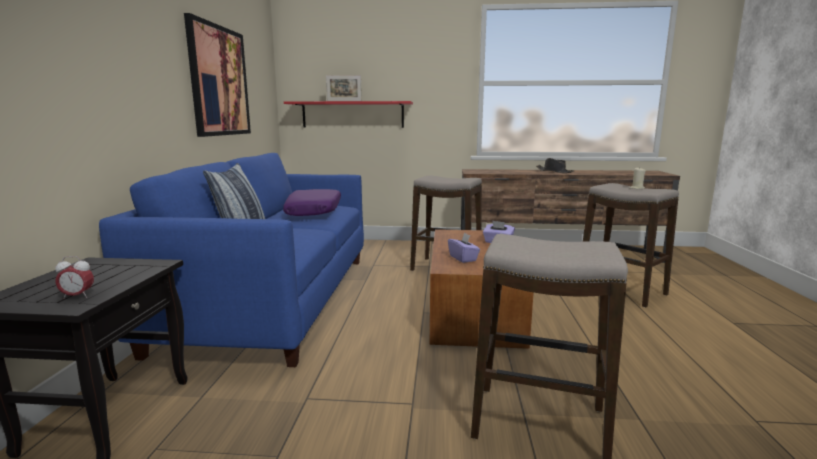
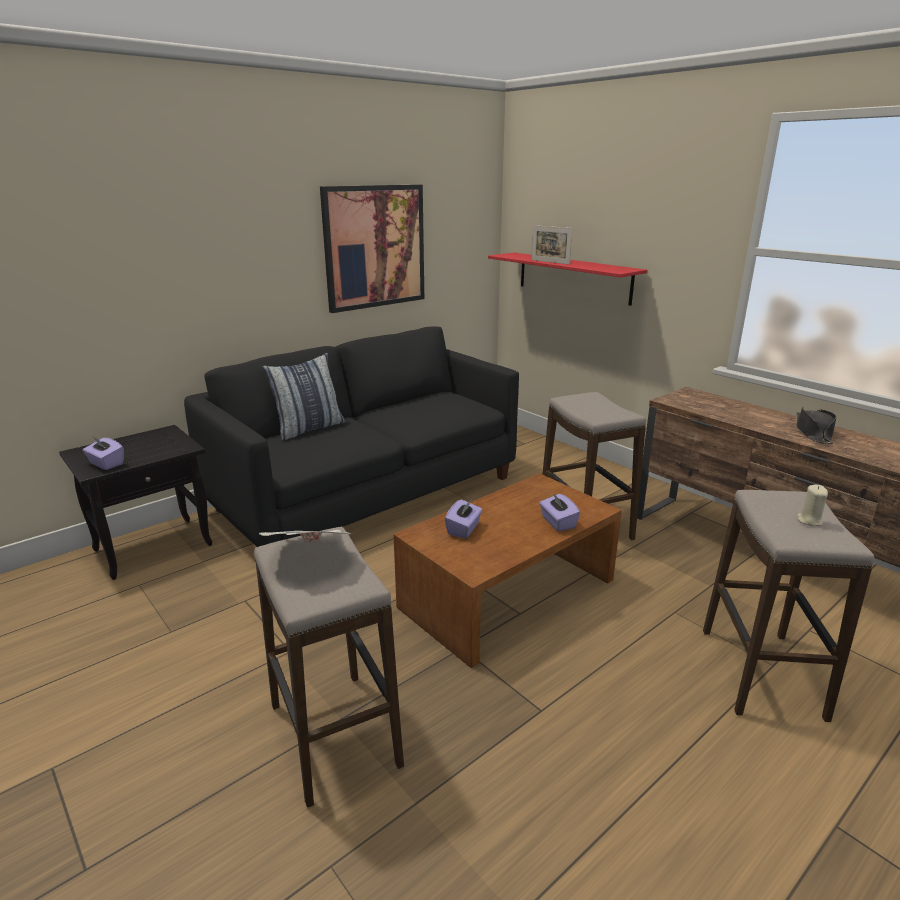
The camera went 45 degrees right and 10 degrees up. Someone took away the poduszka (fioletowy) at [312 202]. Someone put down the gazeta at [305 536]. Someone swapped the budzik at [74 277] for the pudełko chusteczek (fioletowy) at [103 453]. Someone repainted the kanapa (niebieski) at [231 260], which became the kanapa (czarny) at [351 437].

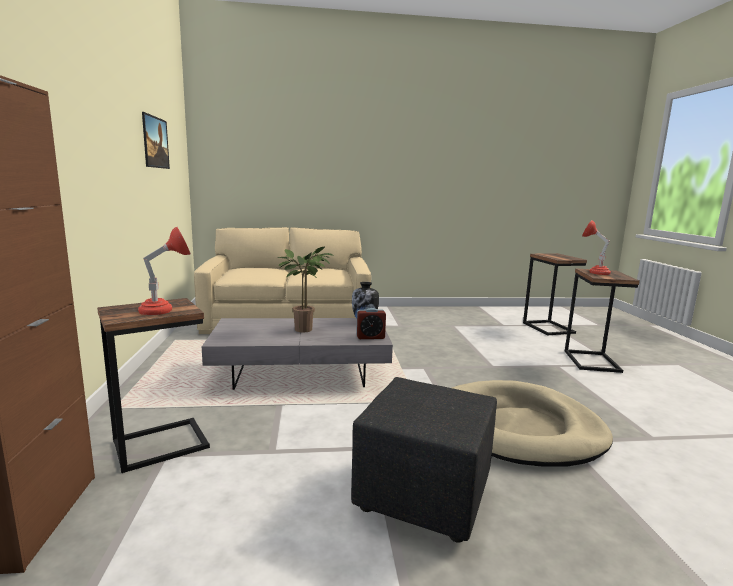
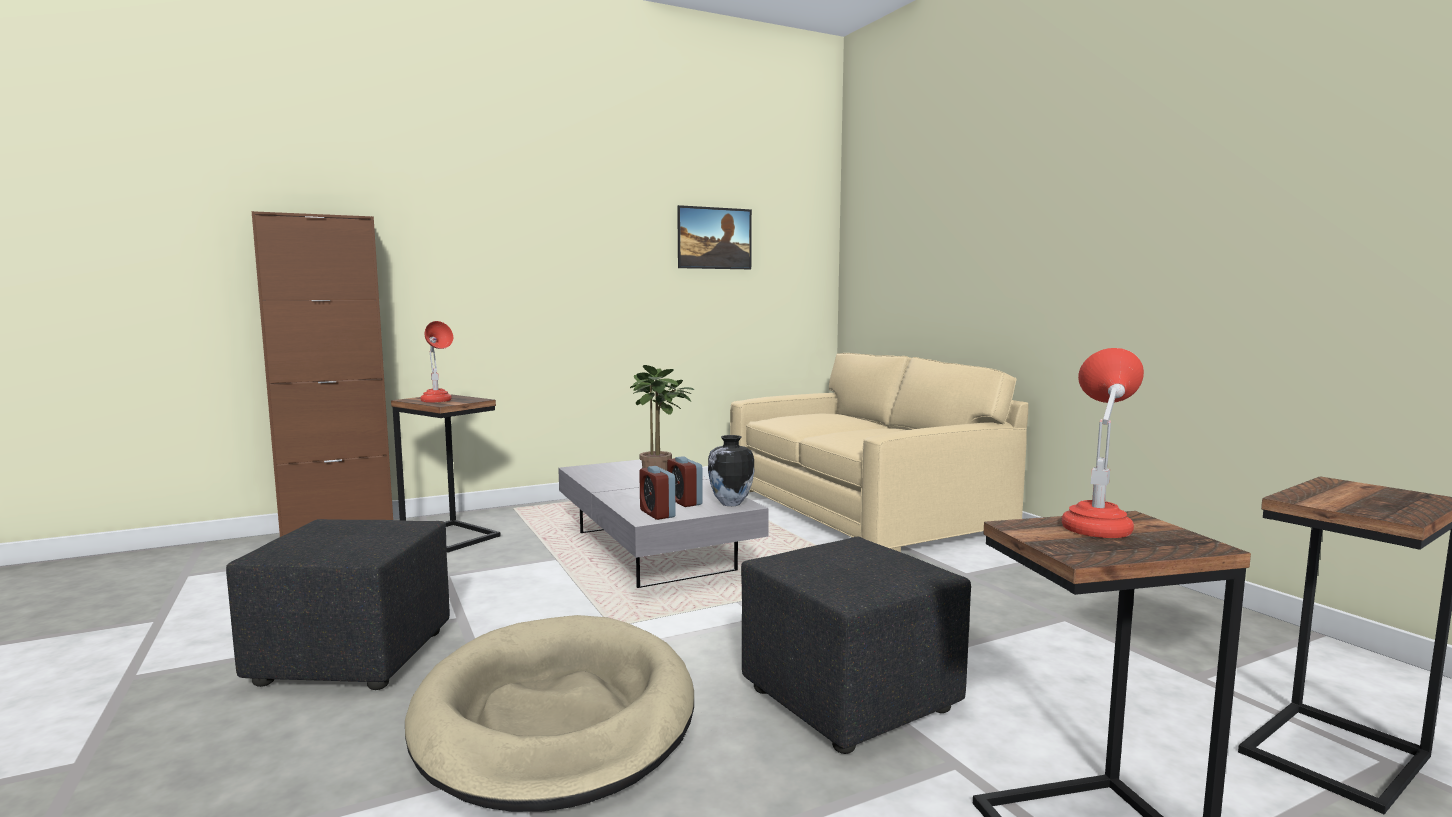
The camera went 70 degrees right and 5 degrees down. Someone put down the budzik at [685 481]. Someone put down the pufa (czarny) at [856 645].

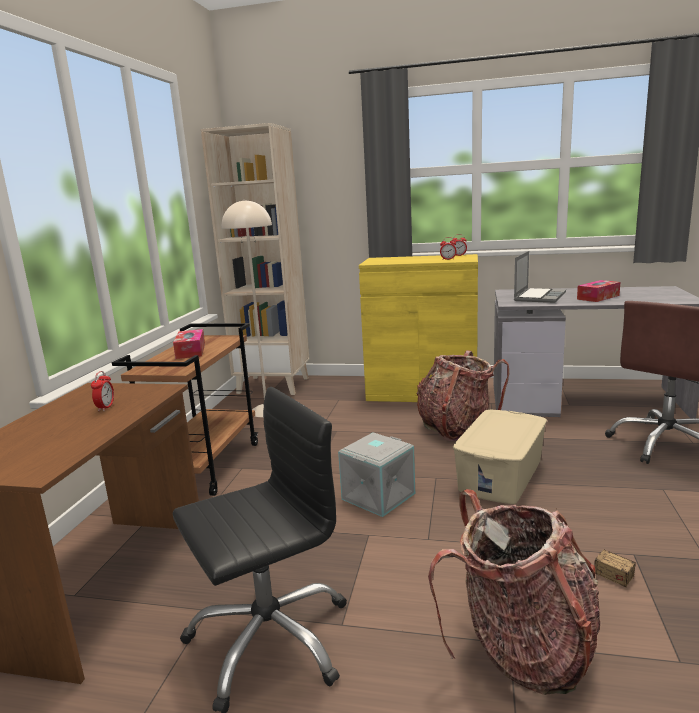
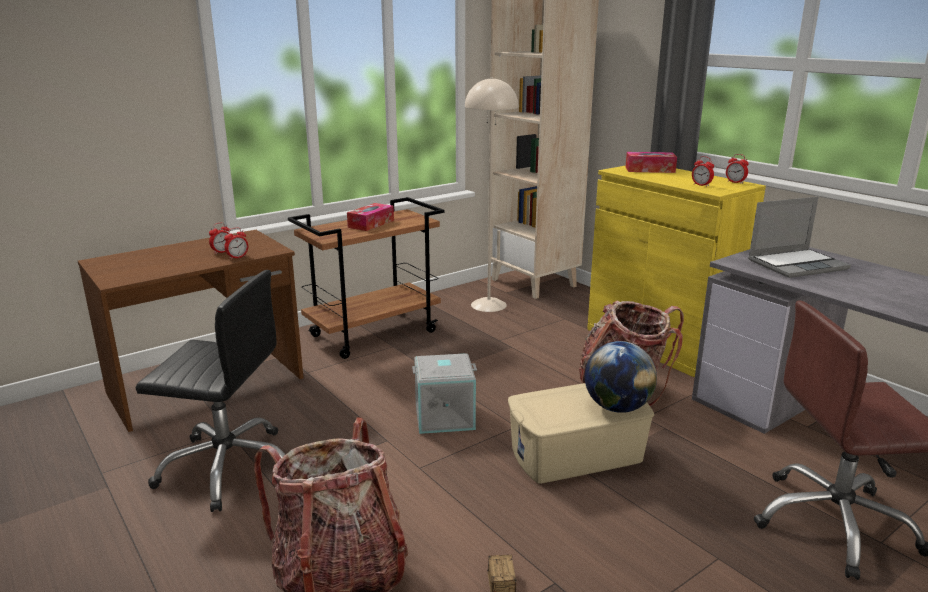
The camera went 40 degrees right and 5 degrees up. Someone put down the budzik at [236 244]. Someone put down the globus at [621 377]. Someone carried the pudełko chusteczek from [598 291] to [651 162].

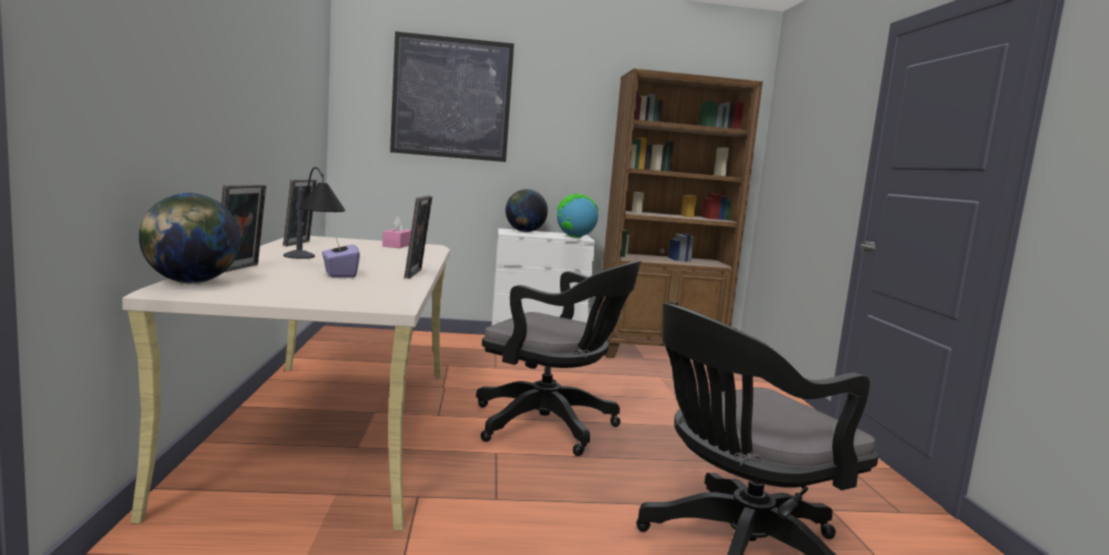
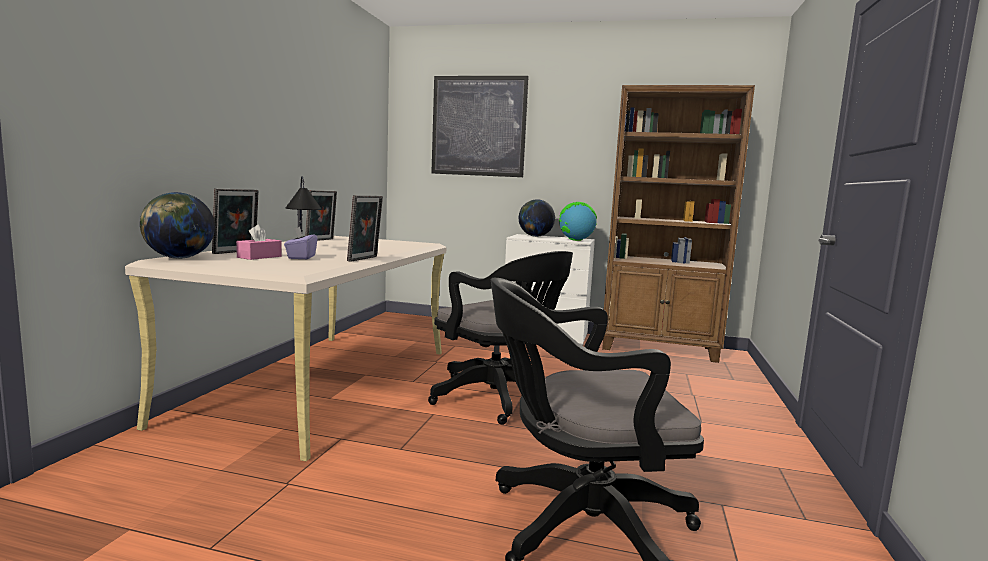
The camera went 20 degrees right and 0 degrees up. Someone carried the pudełko chusteczek (różowy) from [396 232] to [259 242].

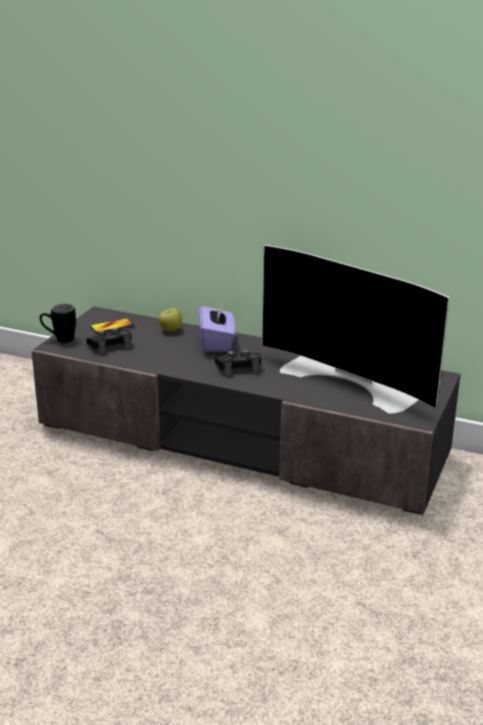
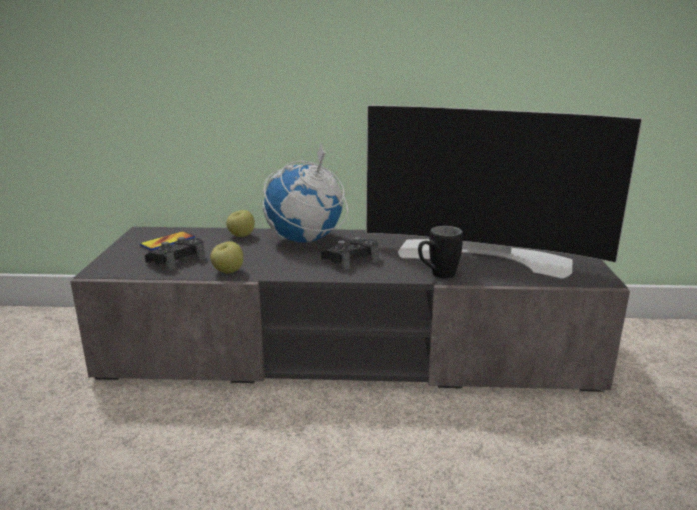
The camera went 20 degrees left and 5 degrees down. Someone put down the jabłko at [226 257]. Someone carried the kubek (czarny) from [58 323] to [440 252]. Someone swapped the pudełko chusteczek (fioletowy) at [217 326] for the globus at [305 192].

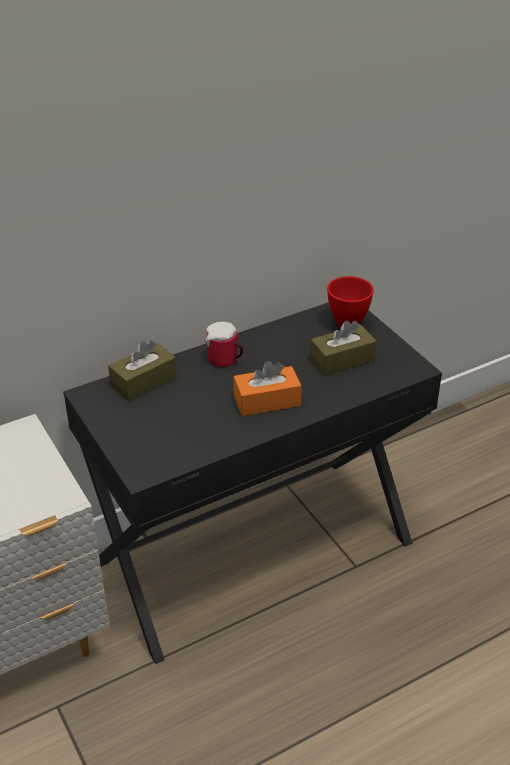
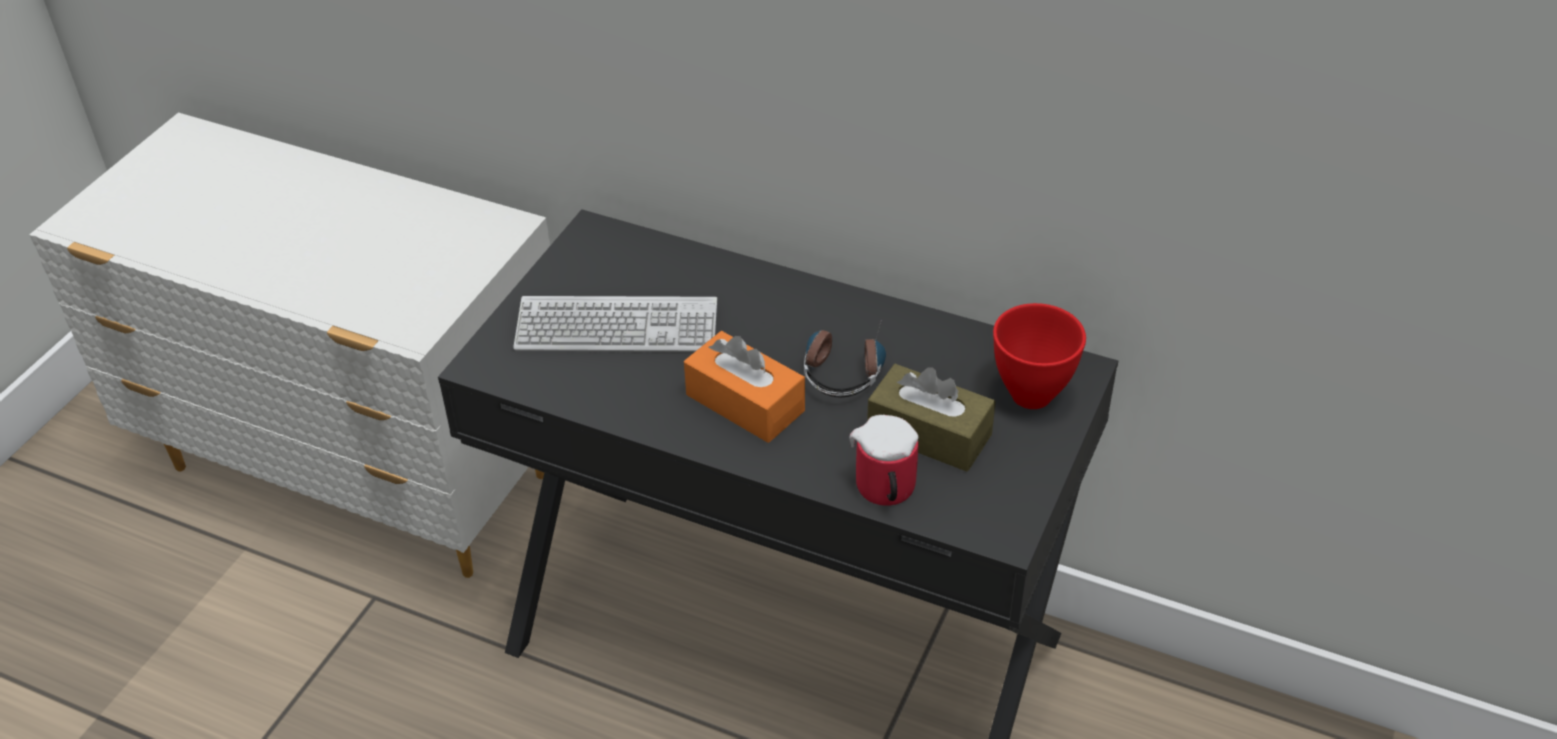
The camera went 55 degrees right and 5 degrees up. Someone took away the pudełko chusteczek (brązowy) at [142 370]. Someone put down the klawiatura at [615 324]. Someone put down the słuchawki at [845 359]. Someone carried the kubek from [224 344] to [884 460].

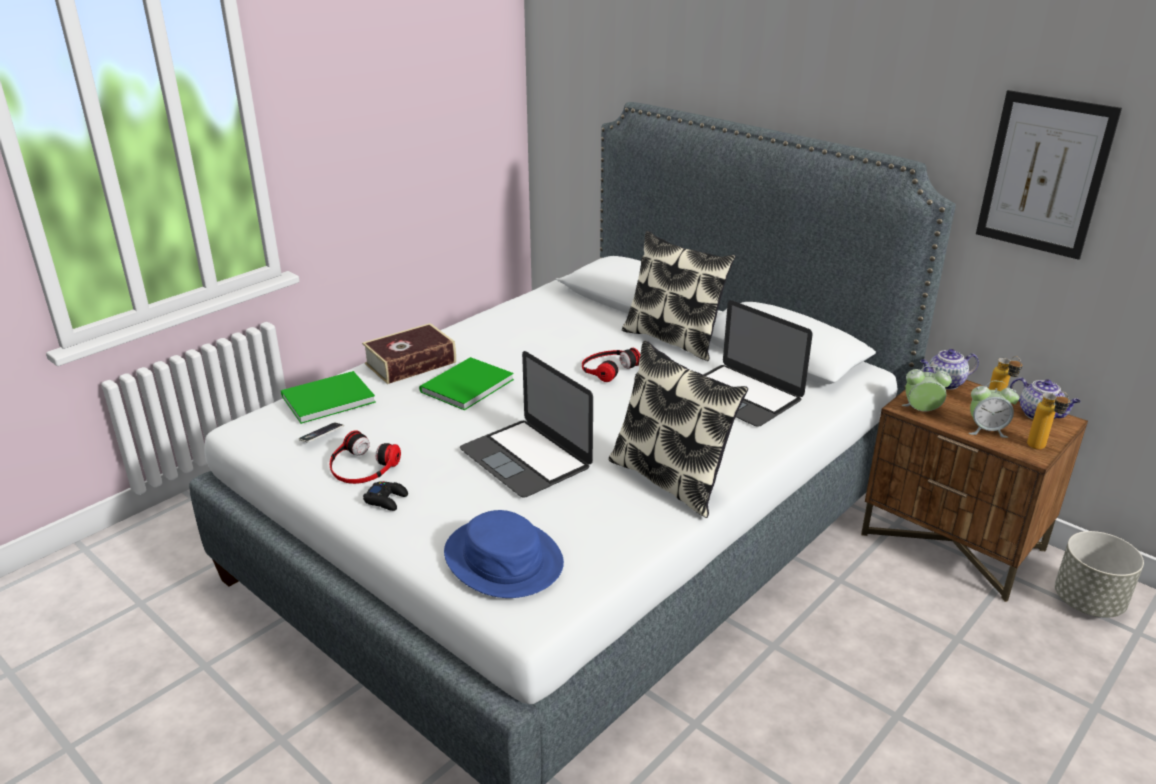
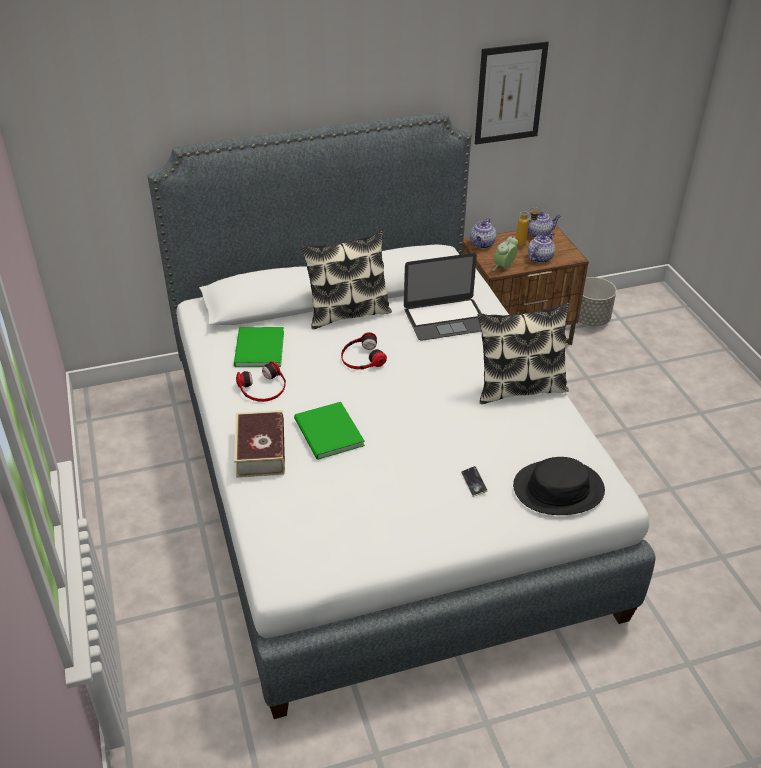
The camera went 60 degrees left and 10 degrees up. Someone took away the pad do gier (czarny) at [385 496]. Someone took away the laptop at [526 424]. Someone took away the butelka at [1048 421]. Someone carried the książka (zielony) from [328 397] to [259 347]. Someone carried the telefon from [321 432] to [474 481]. Someone carried the słuchawki from [365 457] to [261 381]. Someone swapped the budzik at [994 409] for the imbryk at [541 247]. Someone repainted the kapelusz (niebieski) at [504 554], which became the kapelusz (czarny) at [559 486].

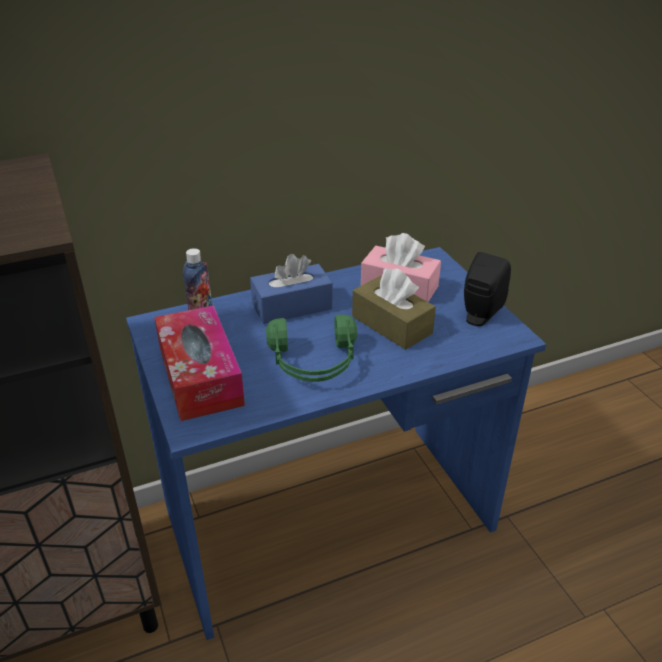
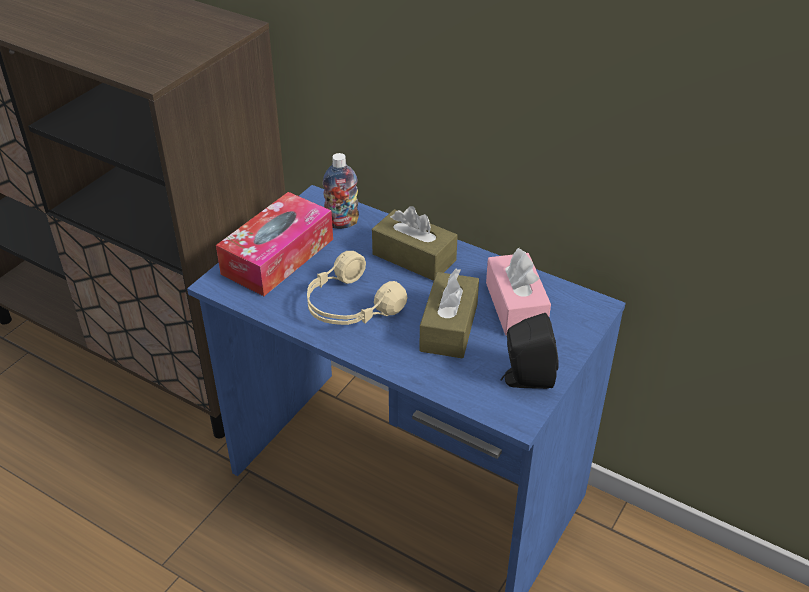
The camera went 55 degrees right and 5 degrees up. Someone repainted the pudełko chusteczek (niebieski) at [291 289], which became the pudełko chusteczek (brązowy) at [415 243]. Someone repainted the słuchawki (zielony) at [311 348], which became the słuchawki (beżowy) at [357 288].

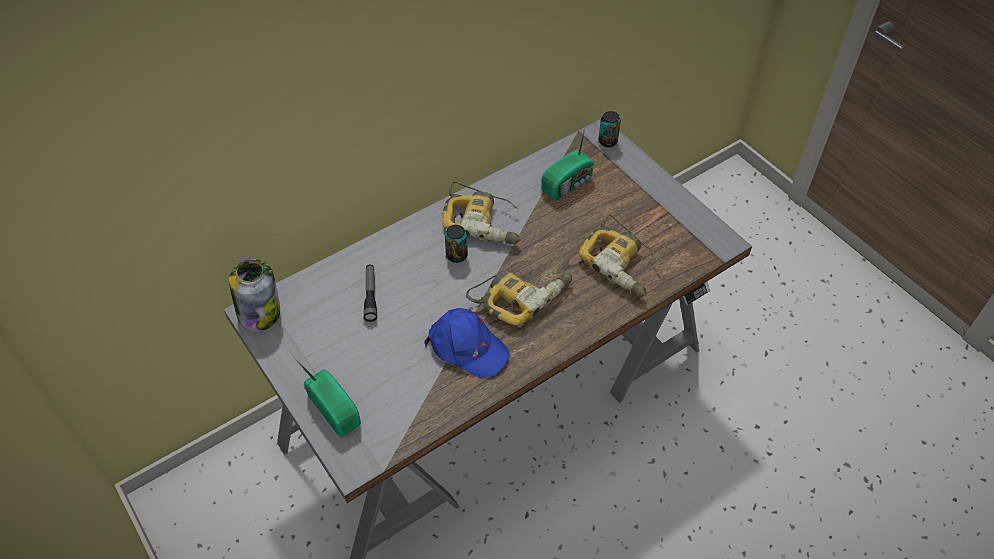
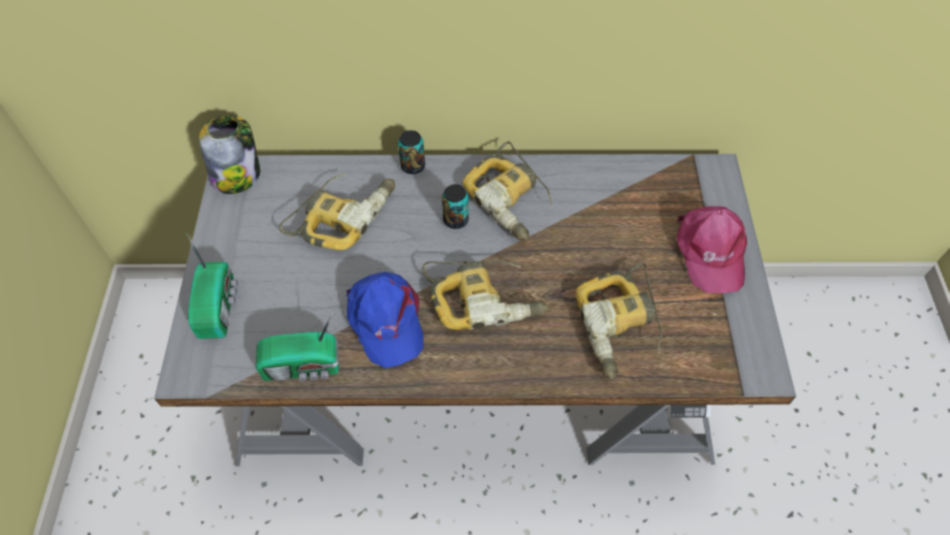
The camera went 35 degrees right and 5 degrees up. Someone put down the czapka z daszkiem (różowy) at [712 249]. Someone carried the radio from [567 163] to [297 345]. Someone carried the puszka from [609 129] to [411 152]. Someone swapped the latarka at [370 293] for the wiertarka at [337 211].

